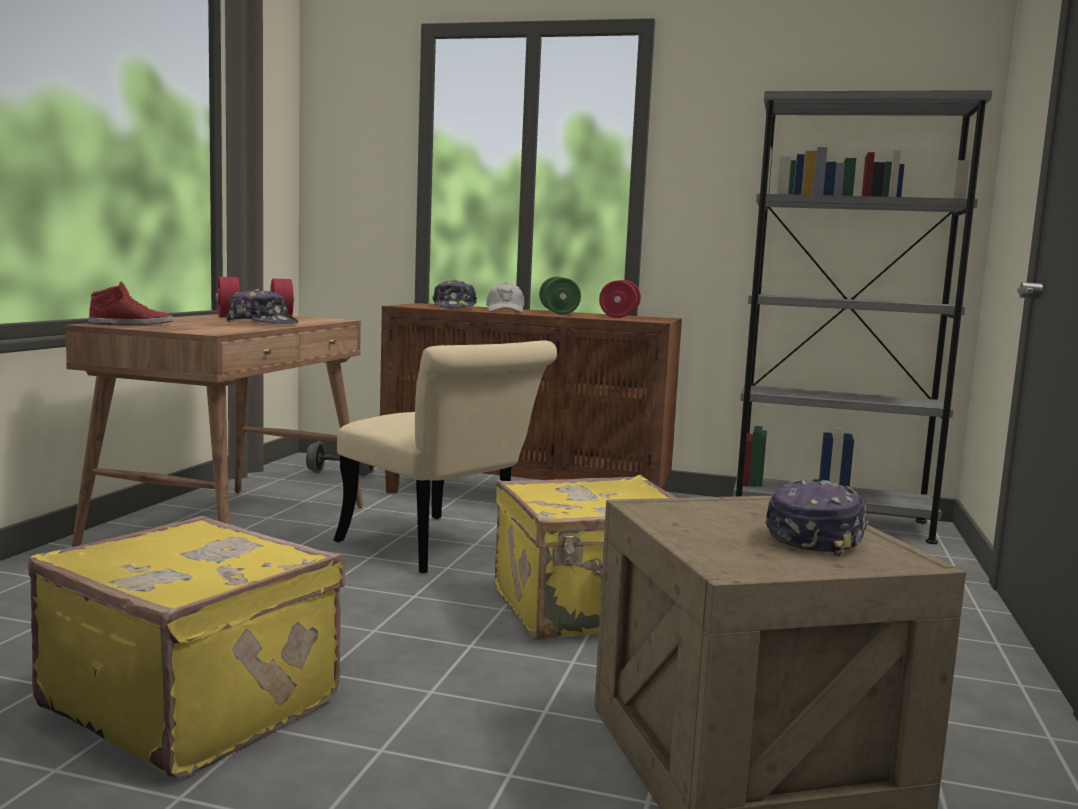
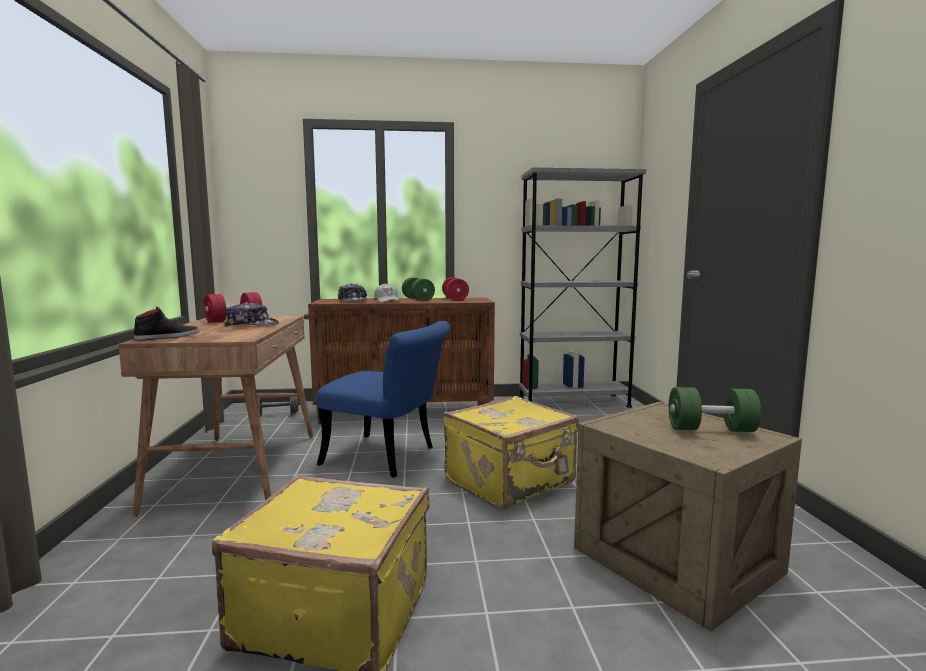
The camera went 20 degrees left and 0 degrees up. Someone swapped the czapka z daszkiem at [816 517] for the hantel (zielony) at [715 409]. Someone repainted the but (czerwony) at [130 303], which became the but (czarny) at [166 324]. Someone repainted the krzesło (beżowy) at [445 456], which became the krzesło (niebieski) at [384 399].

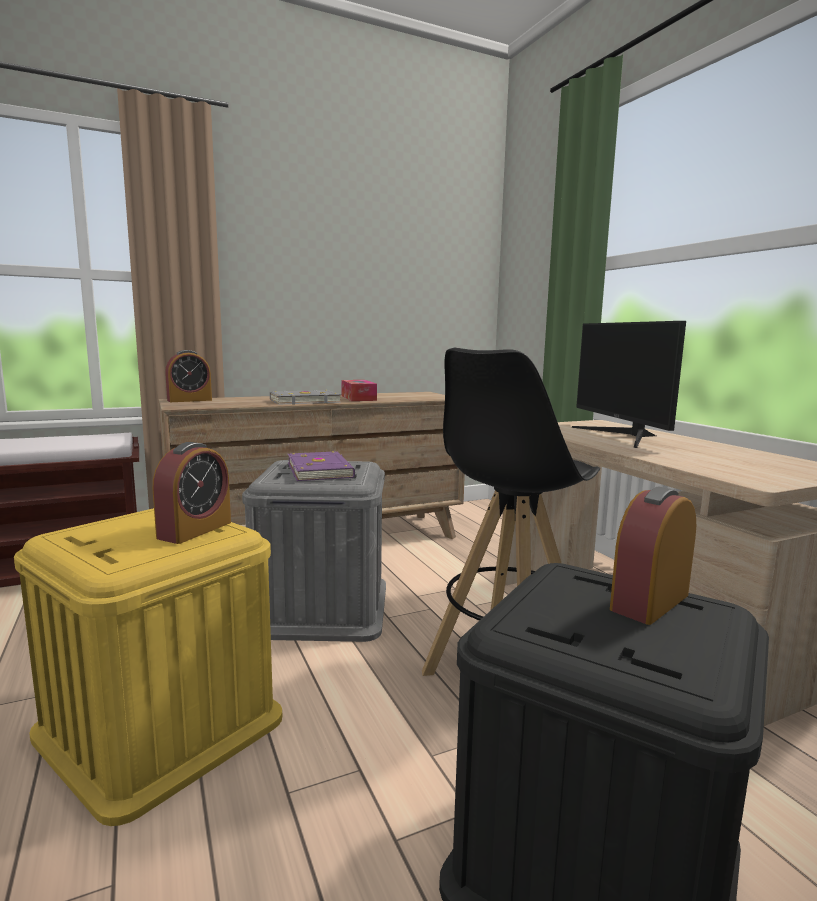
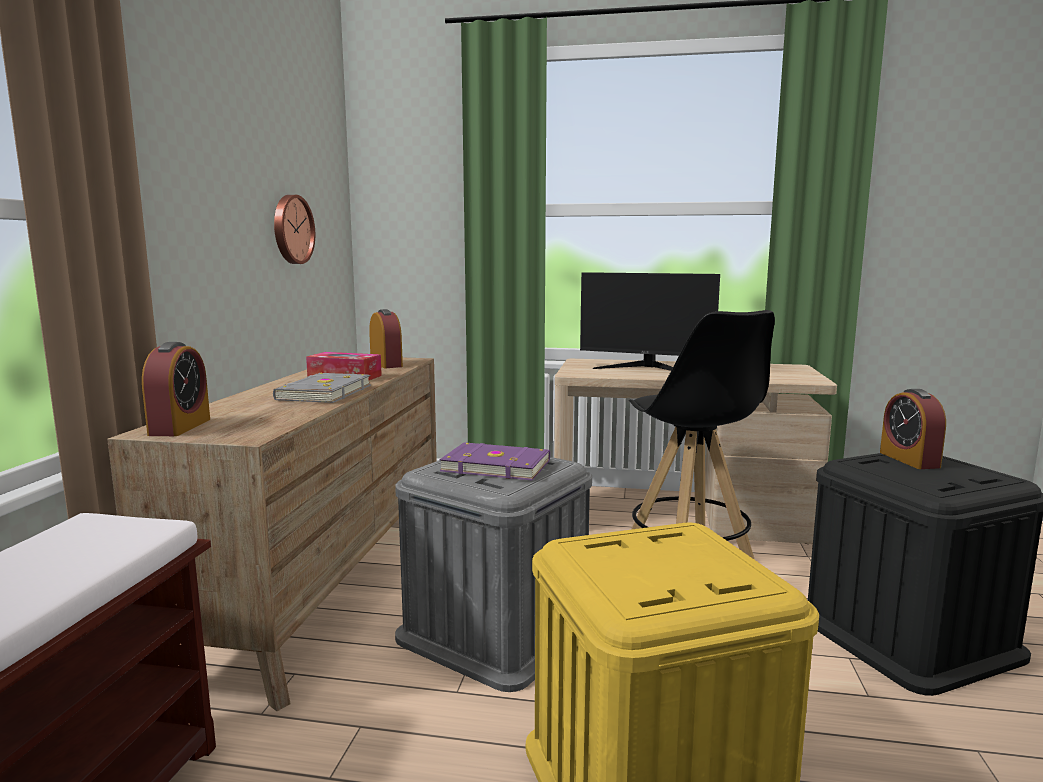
The camera went 55 degrees left and 0 degrees up. Someone put up the zegar ścienny at [294 229]. Someone carried the budzik from [192 493] to [386 338].

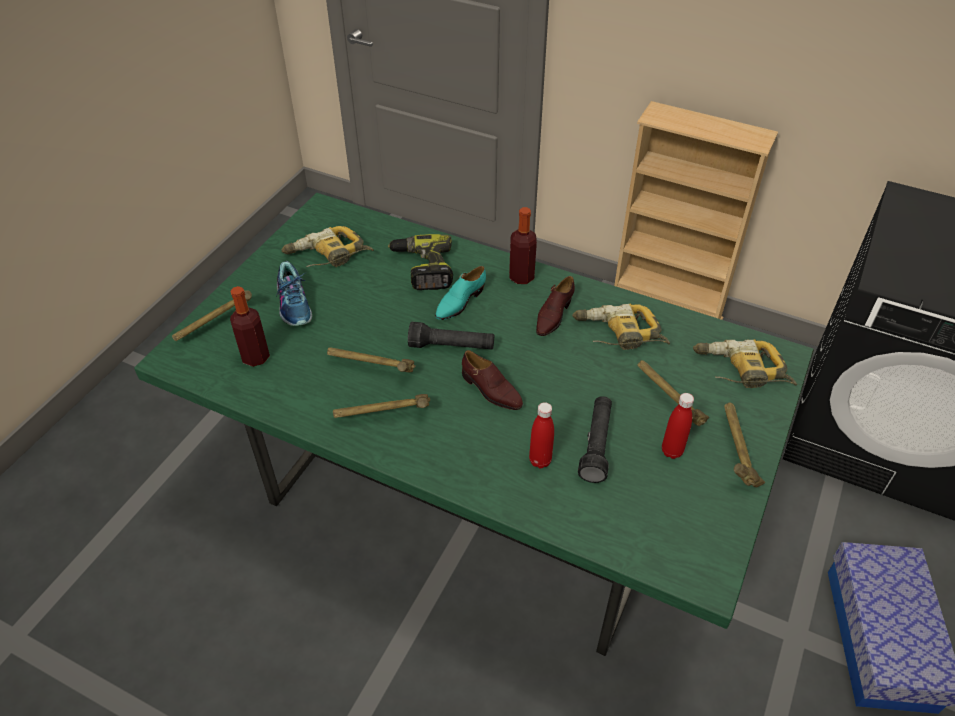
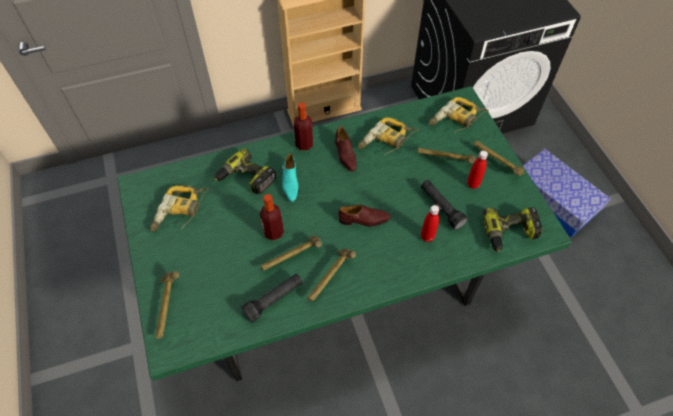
The camera went 45 degrees left and 10 degrees up. Someone took away the but at [294 293]. Someone put down the wiertarka at [512 229]. Someone carried the butelka from [250 326] to [272 217]. Someone carried the latarka (czarny) from [451 336] to [272 298].

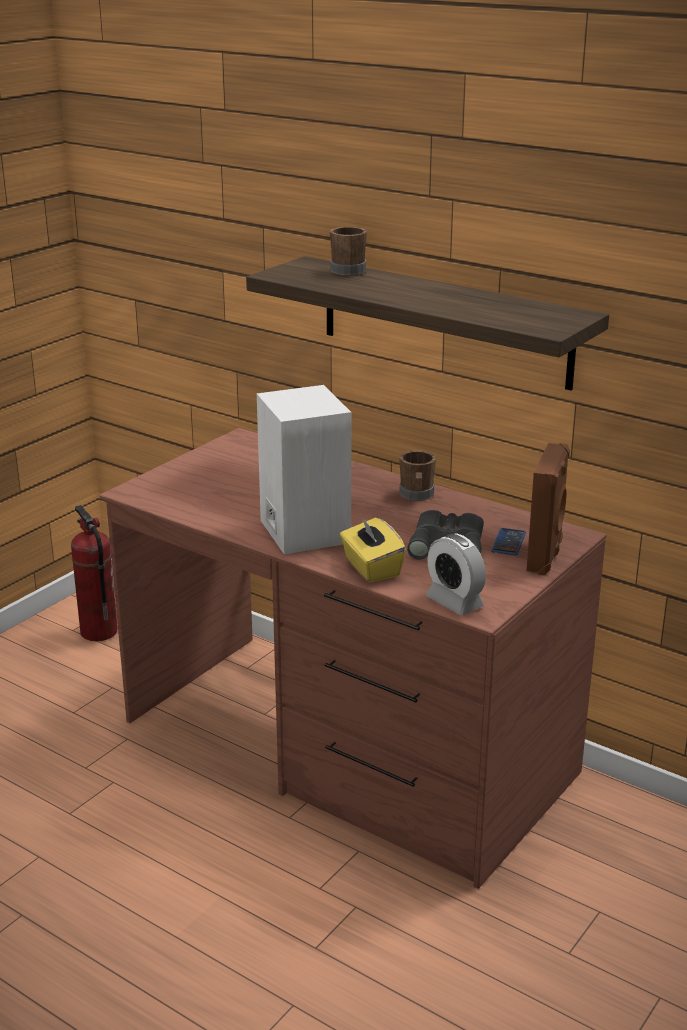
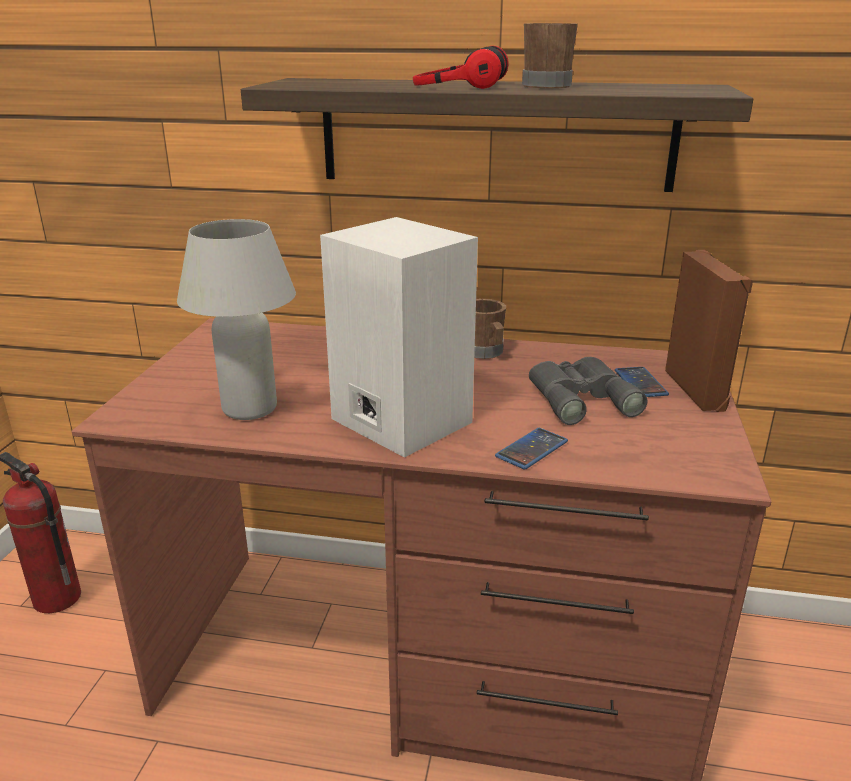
The camera went 25 degrees left and 0 degrees up. Someone took away the budzik at [456 574]. Someone put down the lampa stołowa (biały) at [236 319]. Someone put down the słuchawki at [461 67]. Someone carried the kubek (brązowy) from [348 251] to [550 55]. Someone swapped the pudełko chusteczek (żółty) at [373 549] for the telefon at [531 449].

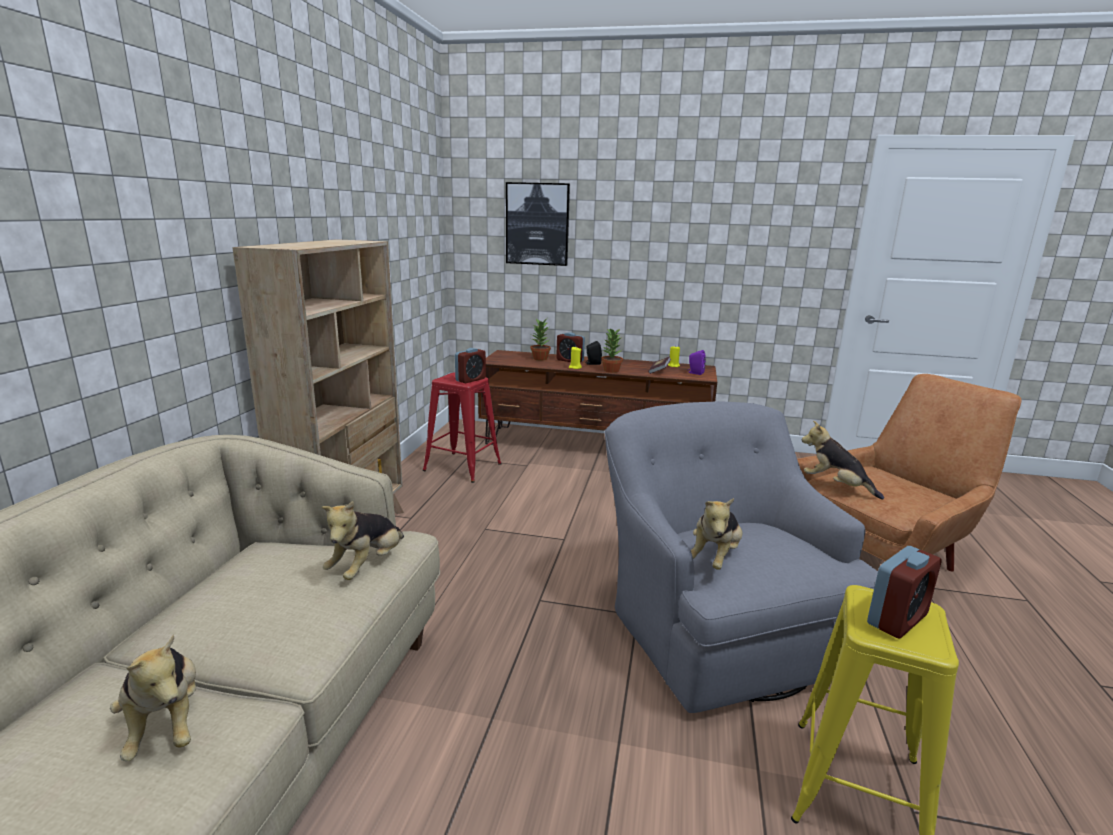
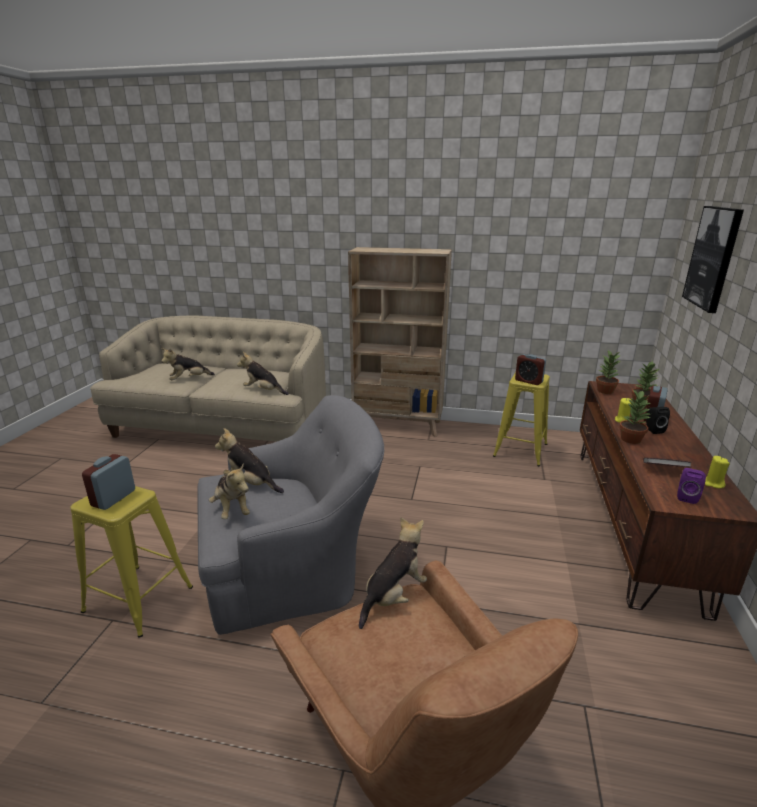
The camera went 90 degrees right and 5 degrees up. Someone put down the pluszak at [229 491]. Someone put down the roślina doniczkowa at [608 372]. Someone repainted the stołek (czerwony) at [462 428], which became the stołek (żółty) at [521 419]. Someone rotated the budzik at [904 592] by 60 degrees clockwise.

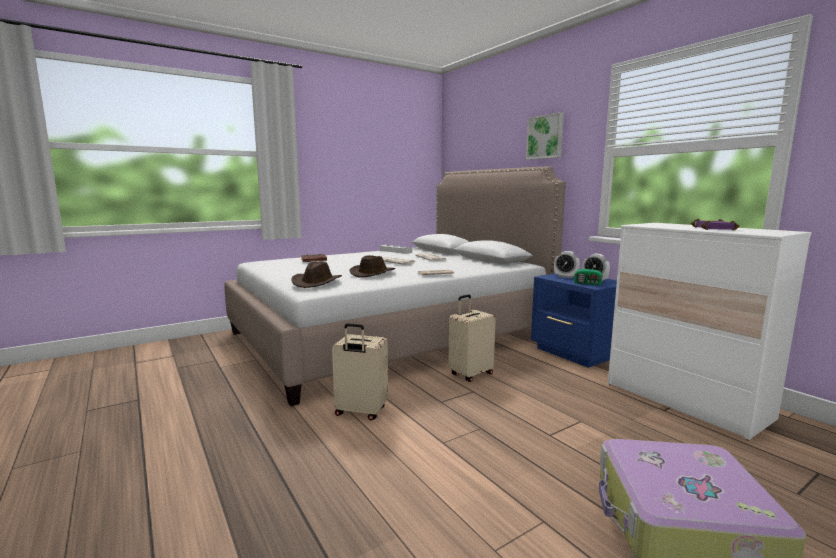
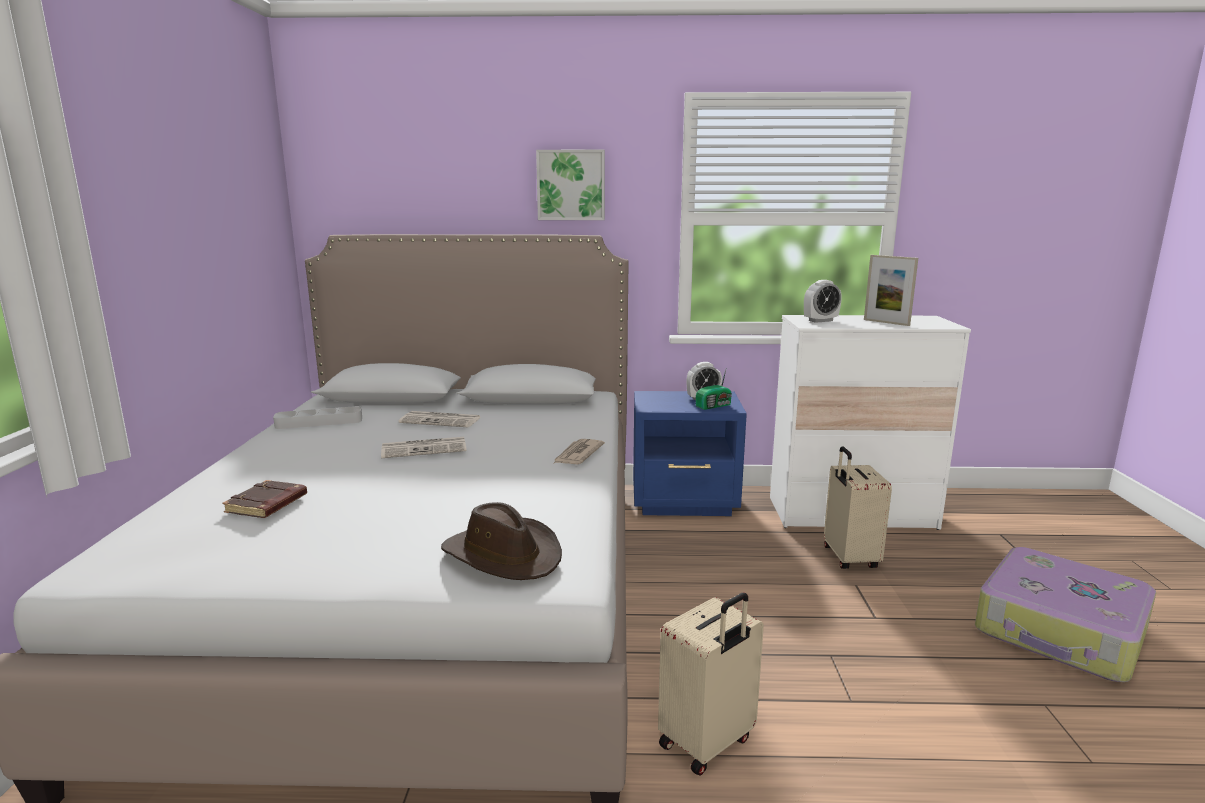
The camera went 55 degrees left and 5 degrees up. Someone took away the kapelusz (brązowy) at [372 266]. Someone carried the walizka (beżowy) from [472 338] to [858 507]. Someone carried the budzik from [567 264] to [823 301]. Someone swapped the książka (fioletowy) at [715 224] for the ramka na zdjęcie at [891 290].

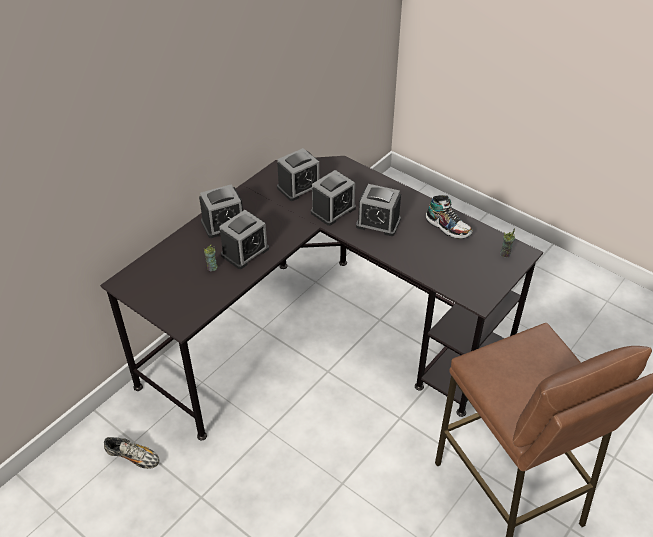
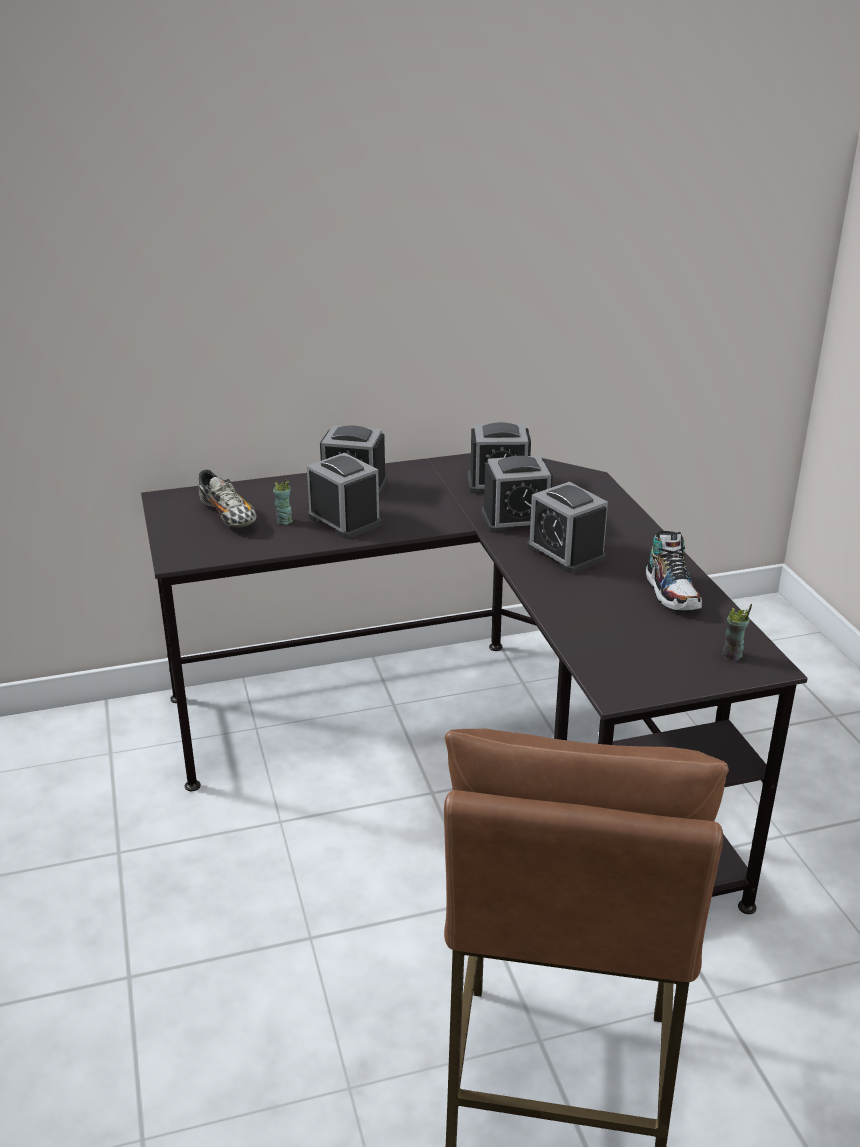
The camera went 35 degrees right and 15 degrees down. Someone carried the but from [131 453] to [227 498]. Someone rotated the budzik at [244 239] by 120 degrees counterclockwise.

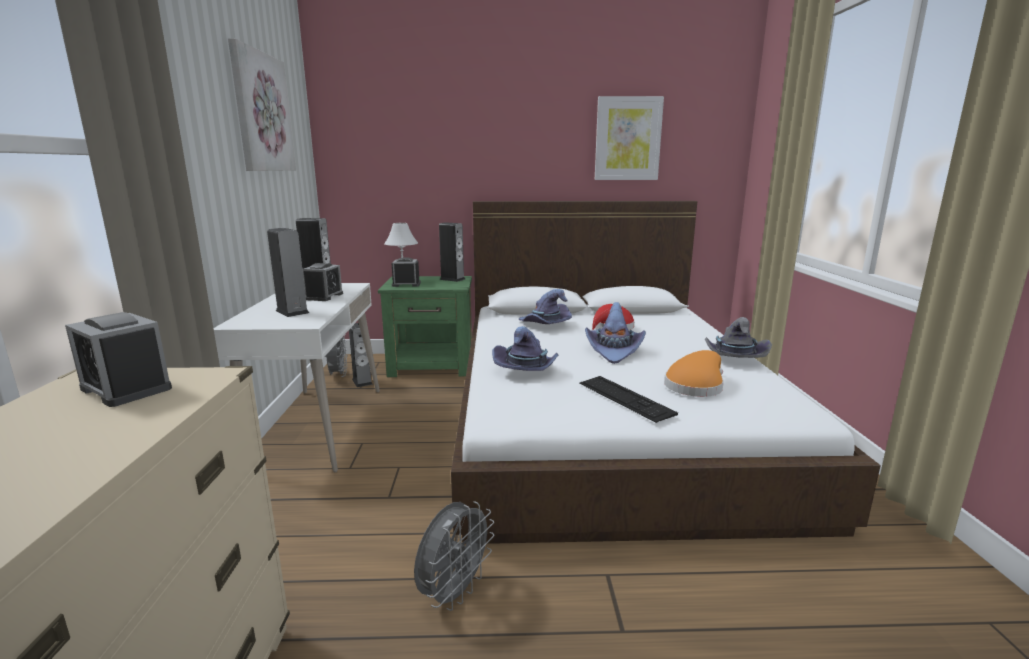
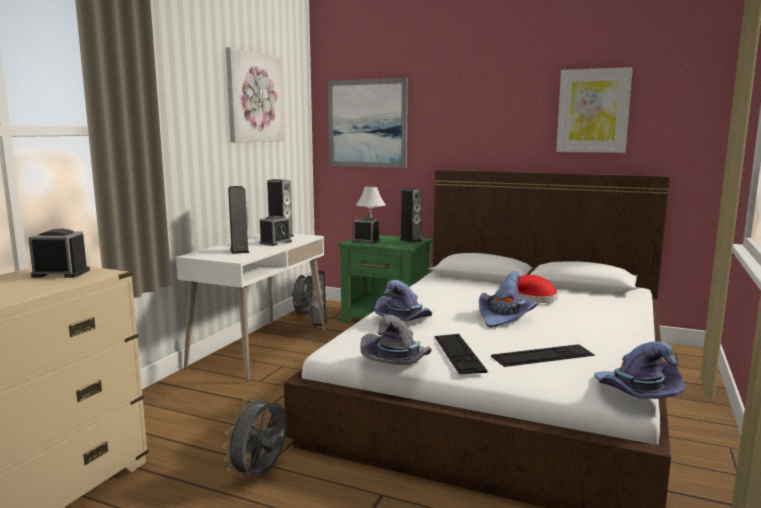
The camera went 25 degrees right and 5 degrees down. Someone put up the obraz at [368 123]. Someone carried the kapelusz (fioletowy) from [545 306] to [639 370]. Someone carried the kapelusz (szary) from [738 337] to [396 340]. Someone swapped the kapelusz (pomarańczowy) at [694 373] for the klawiatura at [543 355]. Someone rotated the budzik at [118 359] by 120 degrees clockwise. Someone rotated the wentylator (szary) at [454 556] by 150 degrees clockwise.

